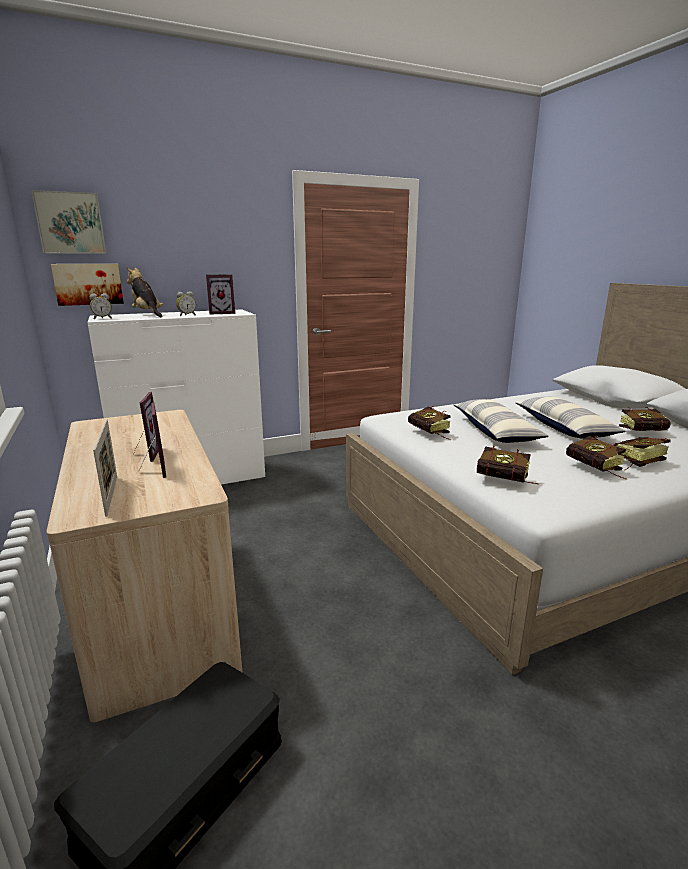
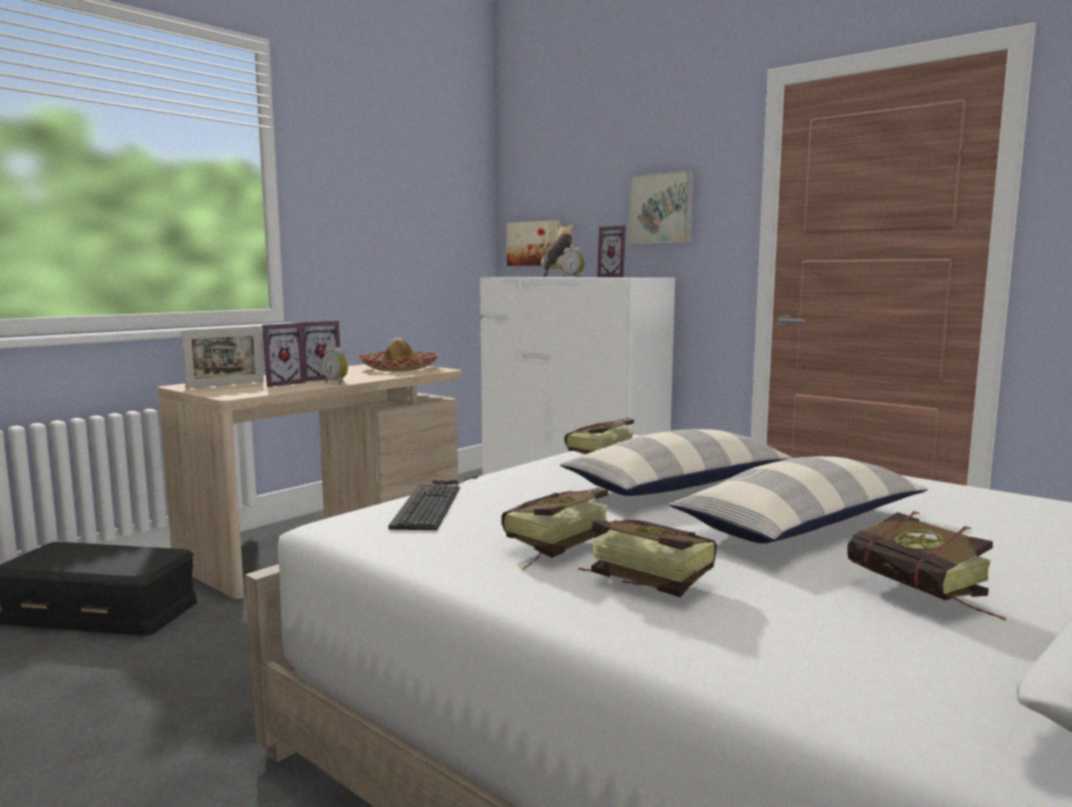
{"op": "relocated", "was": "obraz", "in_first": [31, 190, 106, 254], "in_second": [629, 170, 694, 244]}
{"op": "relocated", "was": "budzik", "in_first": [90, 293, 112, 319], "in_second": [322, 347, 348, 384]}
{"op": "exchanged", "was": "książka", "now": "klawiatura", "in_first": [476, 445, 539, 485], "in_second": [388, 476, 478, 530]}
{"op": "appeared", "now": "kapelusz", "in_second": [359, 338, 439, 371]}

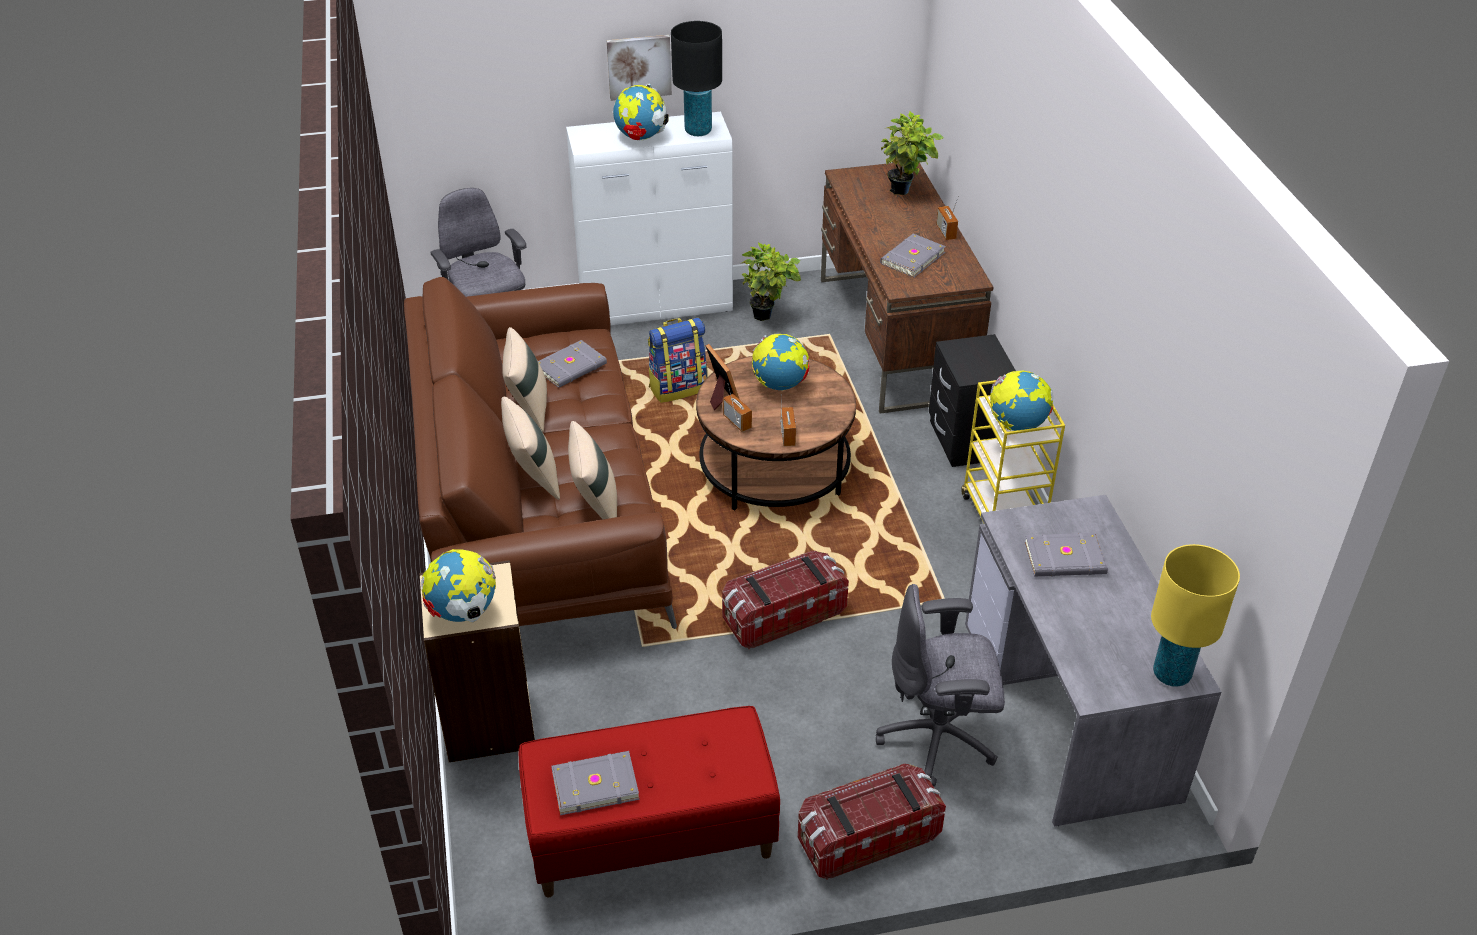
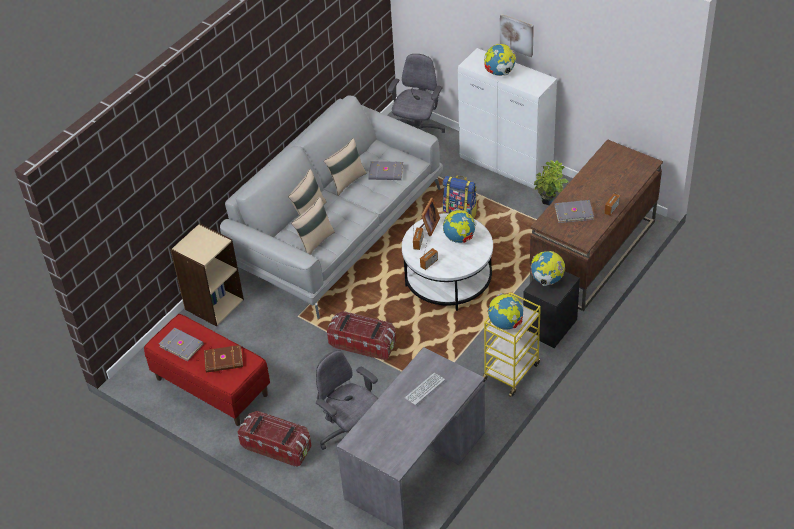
{"op": "colour", "was": "kanapa [brązowy]", "now": "kanapa [szary]", "in_first": [404, 277, 677, 629], "in_second": [220, 95, 443, 319]}
{"op": "relocated", "was": "globus", "in_first": [421, 549, 496, 622], "in_second": [530, 251, 565, 286]}
{"op": "missing", "was": "lampa stołowa [czarny]", "in_first": [671, 21, 722, 136]}
{"op": "colour", "was": "ława [brązowy]", "now": "ława [biały]", "in_first": [696, 356, 856, 510], "in_second": [402, 213, 493, 311]}
{"op": "missing", "was": "roślina doniczkowa", "in_first": [881, 112, 944, 195]}
{"op": "exchanged", "was": "książka [szary]", "now": "klawiatura", "in_first": [1025, 533, 1108, 577], "in_second": [405, 373, 445, 405]}
{"op": "missing", "was": "lampa stołowa [żółty]", "in_first": [1151, 544, 1240, 687]}
{"op": "appeared", "now": "książka [brązowy]", "in_second": [204, 345, 243, 373]}

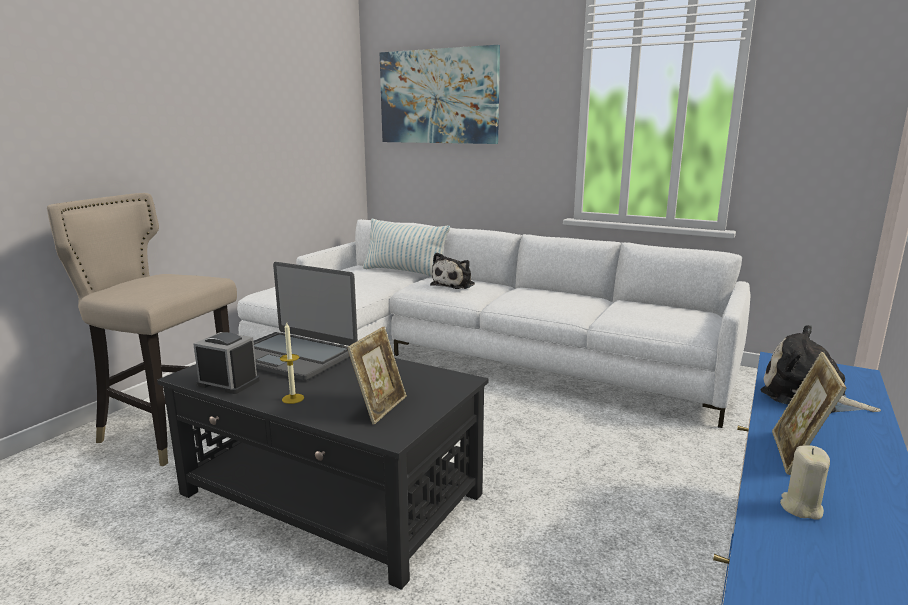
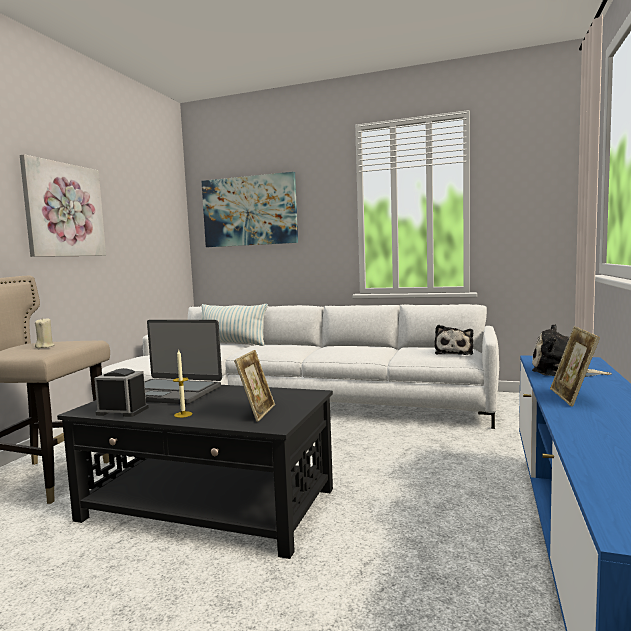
{"op": "relocated", "was": "pluszak", "in_first": [430, 252, 475, 289], "in_second": [434, 325, 473, 355]}
{"op": "relocated", "was": "świeca [beżowy]", "in_first": [780, 445, 830, 520], "in_second": [35, 318, 54, 348]}
{"op": "appeared", "now": "obraz", "in_second": [20, 154, 106, 257]}

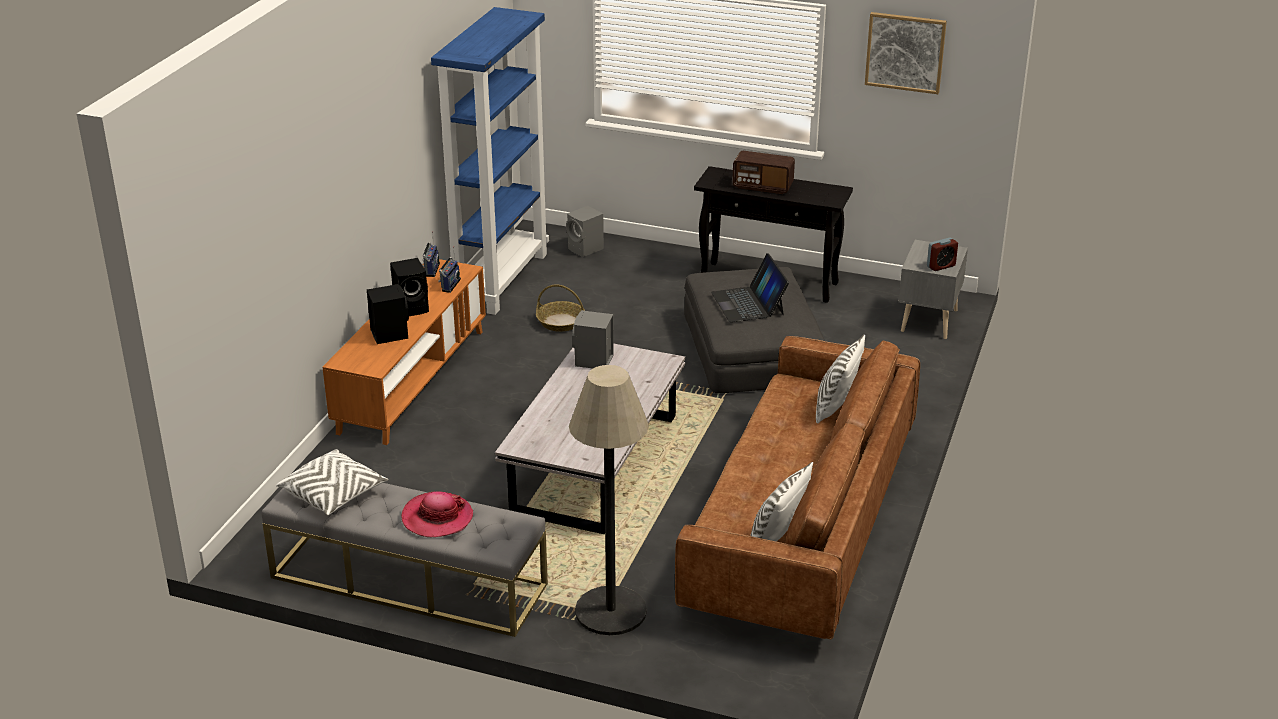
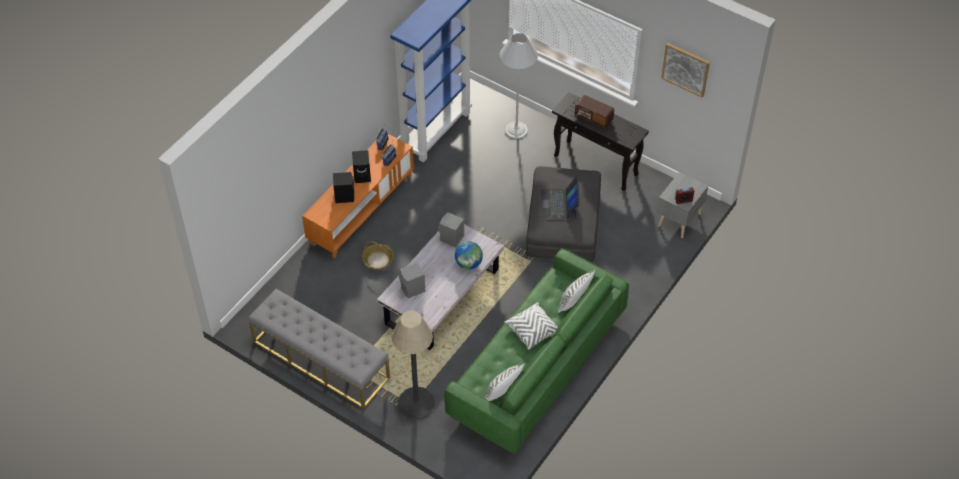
{"op": "relocated", "was": "poduszka [biały]", "in_first": [276, 449, 388, 515], "in_second": [504, 302, 558, 350]}
{"op": "missing", "was": "kapelusz", "in_first": [401, 491, 473, 537]}
{"op": "relocated", "was": "koszyk", "in_first": [536, 284, 585, 332], "in_second": [362, 241, 394, 270]}
{"op": "relocated", "was": "głośnik [szary]", "in_first": [566, 206, 604, 257], "in_second": [399, 263, 425, 298]}
{"op": "colour", "was": "kanapa [brązowy]", "now": "kanapa [zielony]", "in_first": [675, 336, 920, 639], "in_second": [444, 248, 629, 453]}
{"op": "appeared", "now": "globus", "in_second": [455, 241, 483, 270]}
{"op": "appeared", "now": "lampa stojąca [biały]", "in_second": [500, 33, 538, 139]}

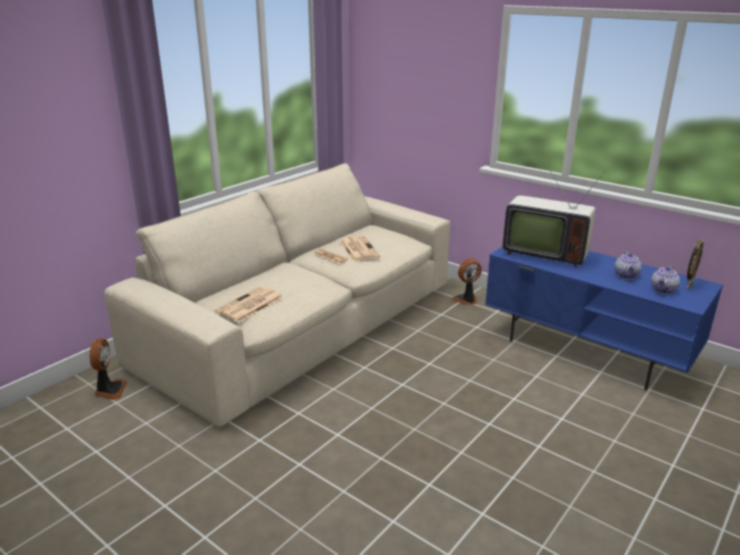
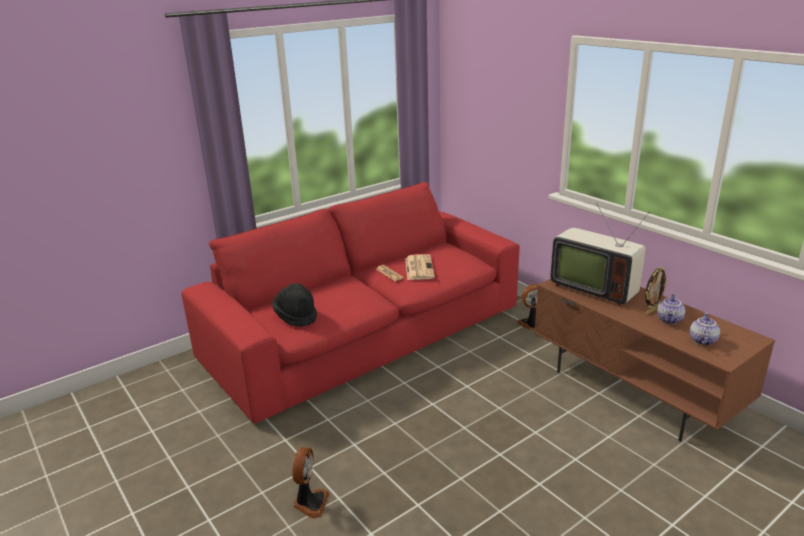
{"op": "relocated", "was": "wentylator", "in_first": [89, 339, 127, 400], "in_second": [292, 447, 329, 518]}
{"op": "colour", "was": "kanapa [beżowy]", "now": "kanapa [czerwony]", "in_first": [104, 163, 450, 427], "in_second": [181, 182, 519, 423]}
{"op": "exchanged", "was": "gazeta", "now": "kapelusz [czarny]", "in_first": [215, 286, 284, 323], "in_second": [272, 283, 317, 327]}
{"op": "colour", "was": "szafka pod telewizor [niebieski]", "now": "szafka pod telewizor [brązowy]", "in_first": [485, 246, 723, 390], "in_second": [534, 279, 775, 442]}
{"op": "spun", "was": "imbryk", "in_first": [651, 266, 680, 294], "in_second": [690, 313, 720, 345], "clockwise": 150}
{"op": "relocated", "was": "ramka na zdjęcie", "in_first": [687, 239, 704, 289], "in_second": [645, 267, 667, 315]}

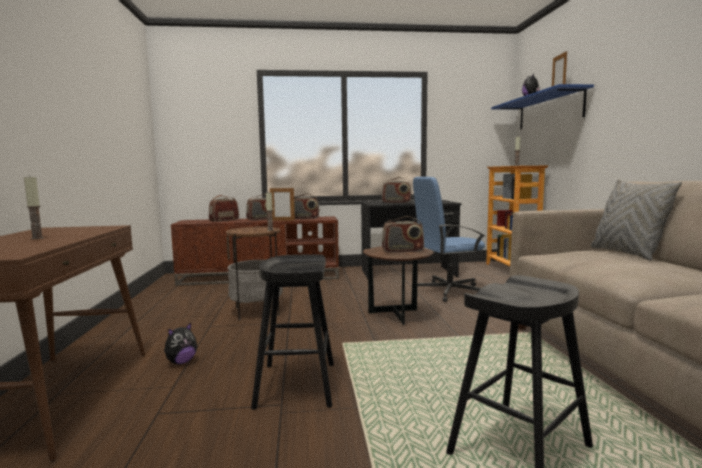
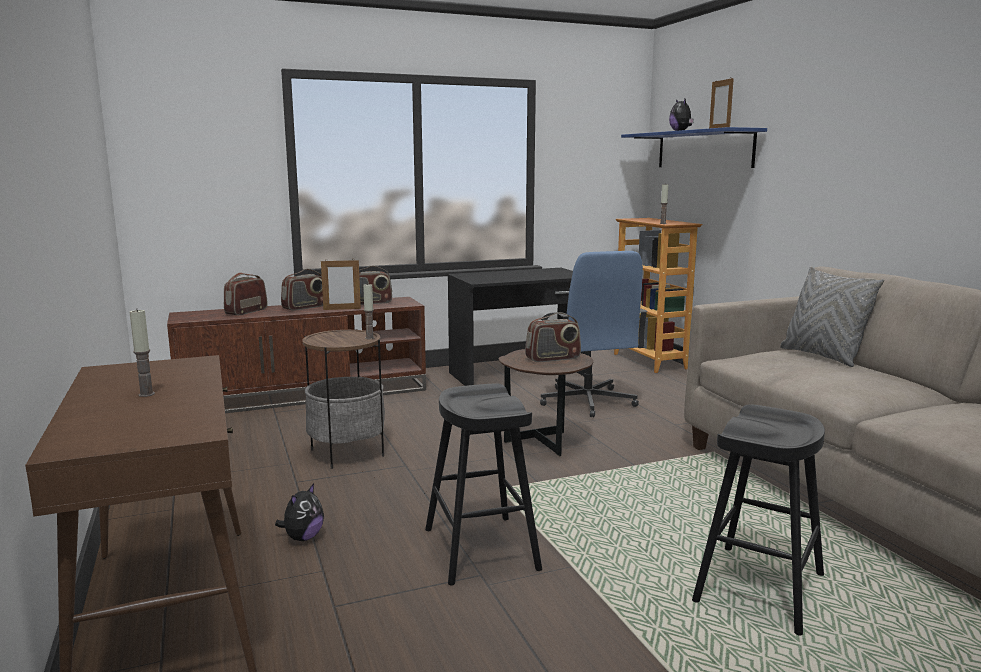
{"op": "missing", "was": "radio", "in_first": [382, 177, 412, 203]}
{"op": "spun", "was": "krzesło biurowe [niebieski]", "in_first": [413, 177, 485, 302], "in_second": [540, 251, 648, 417], "clockwise": -75}

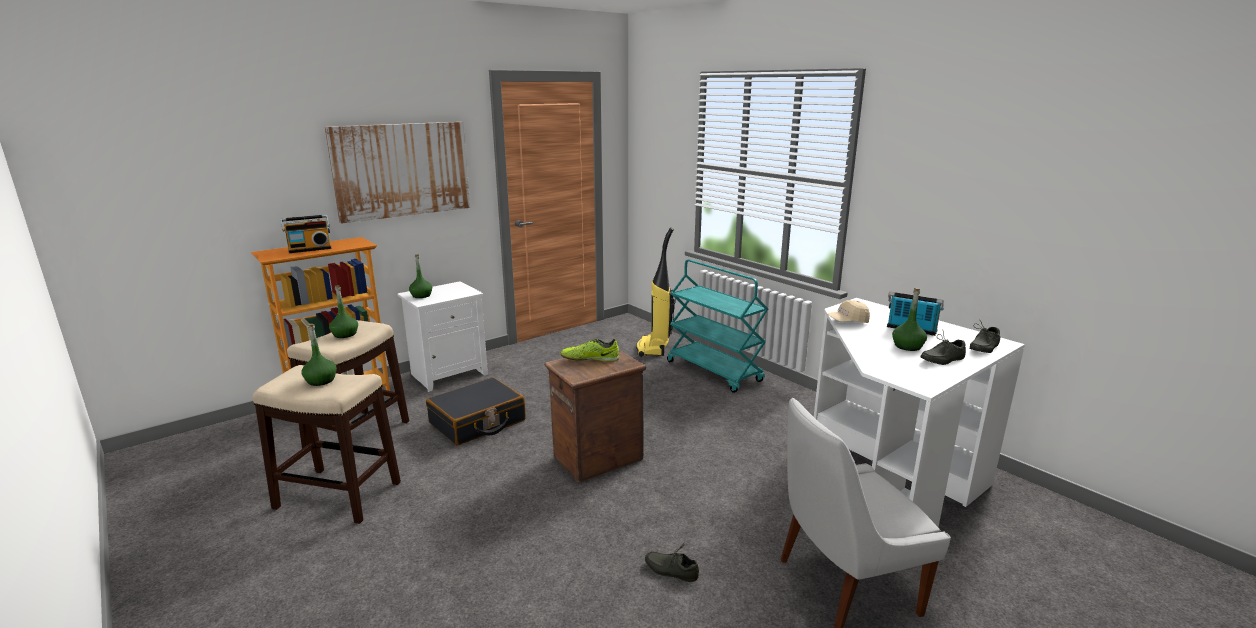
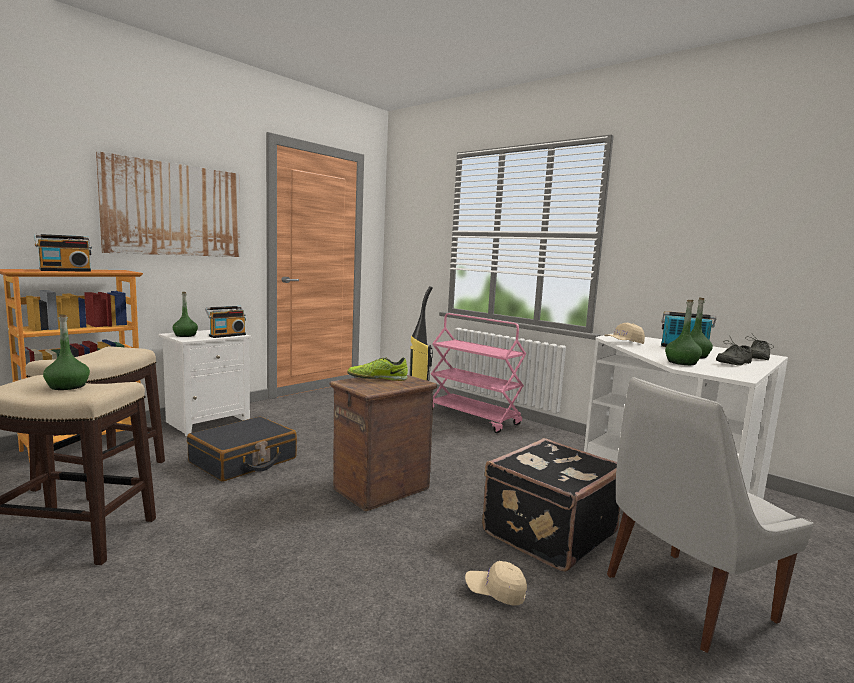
{"op": "relocated", "was": "butelka [zielony]", "in_first": [329, 286, 358, 338], "in_second": [665, 300, 702, 365]}
{"op": "exchanged", "was": "but [szary]", "now": "czapka z daszkiem [beżowy]", "in_first": [645, 542, 699, 582], "in_second": [465, 561, 527, 605]}
{"op": "colour", "was": "wózek [turkusowy]", "now": "wózek [różowy]", "in_first": [667, 259, 768, 393], "in_second": [431, 313, 526, 433]}
{"op": "appeared", "now": "radio", "in_second": [205, 306, 246, 338]}
{"op": "appeared", "now": "walizka [czarny]", "in_second": [482, 438, 620, 572]}

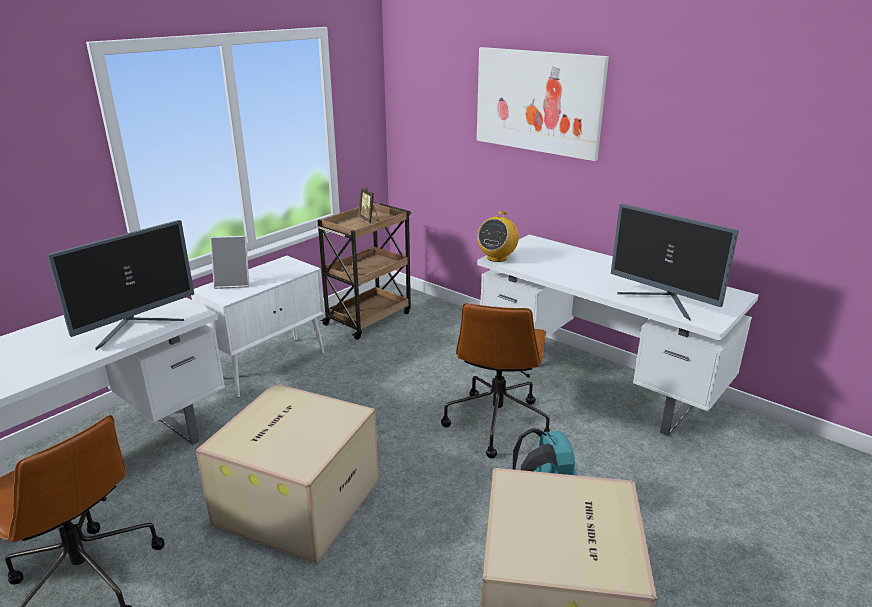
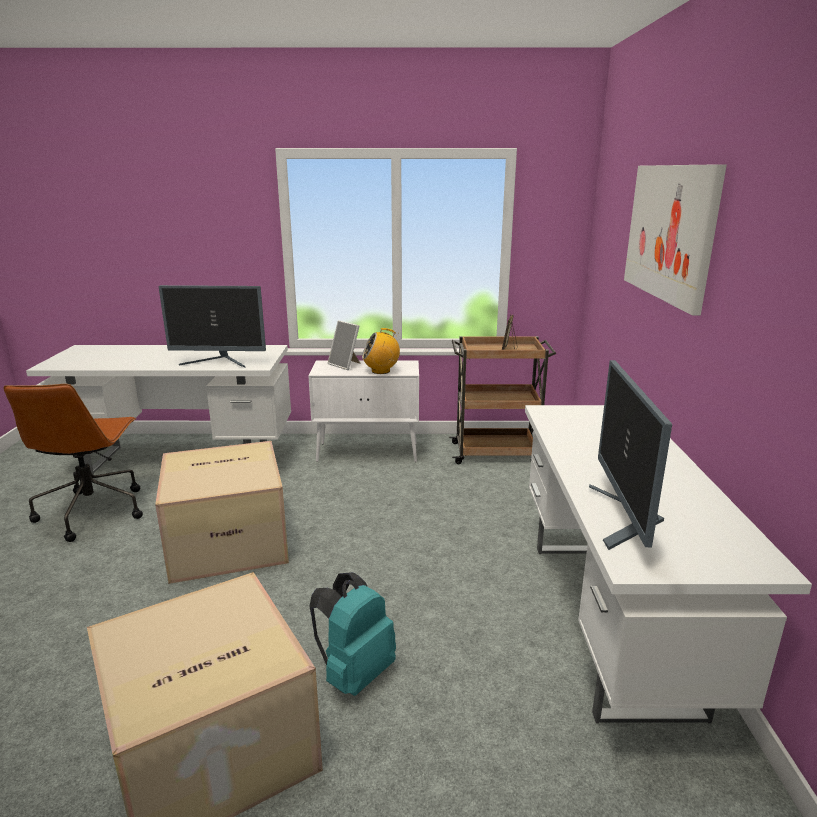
{"op": "missing", "was": "krzesło biurowe [brązowy]", "in_first": [441, 303, 550, 459]}
{"op": "relocated", "was": "radio", "in_first": [477, 211, 519, 262], "in_second": [362, 328, 400, 374]}

